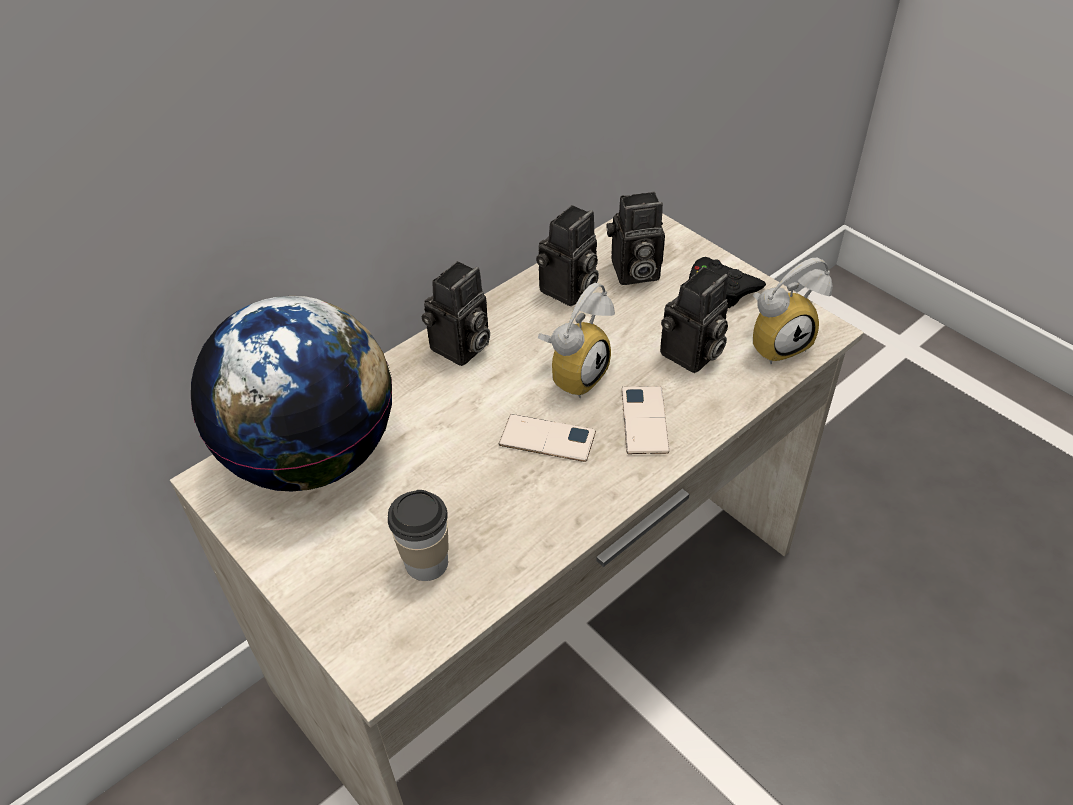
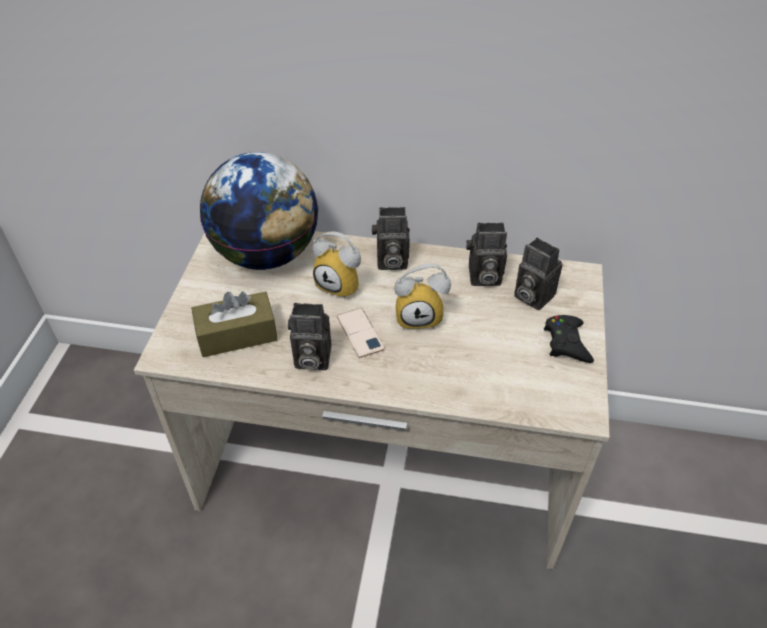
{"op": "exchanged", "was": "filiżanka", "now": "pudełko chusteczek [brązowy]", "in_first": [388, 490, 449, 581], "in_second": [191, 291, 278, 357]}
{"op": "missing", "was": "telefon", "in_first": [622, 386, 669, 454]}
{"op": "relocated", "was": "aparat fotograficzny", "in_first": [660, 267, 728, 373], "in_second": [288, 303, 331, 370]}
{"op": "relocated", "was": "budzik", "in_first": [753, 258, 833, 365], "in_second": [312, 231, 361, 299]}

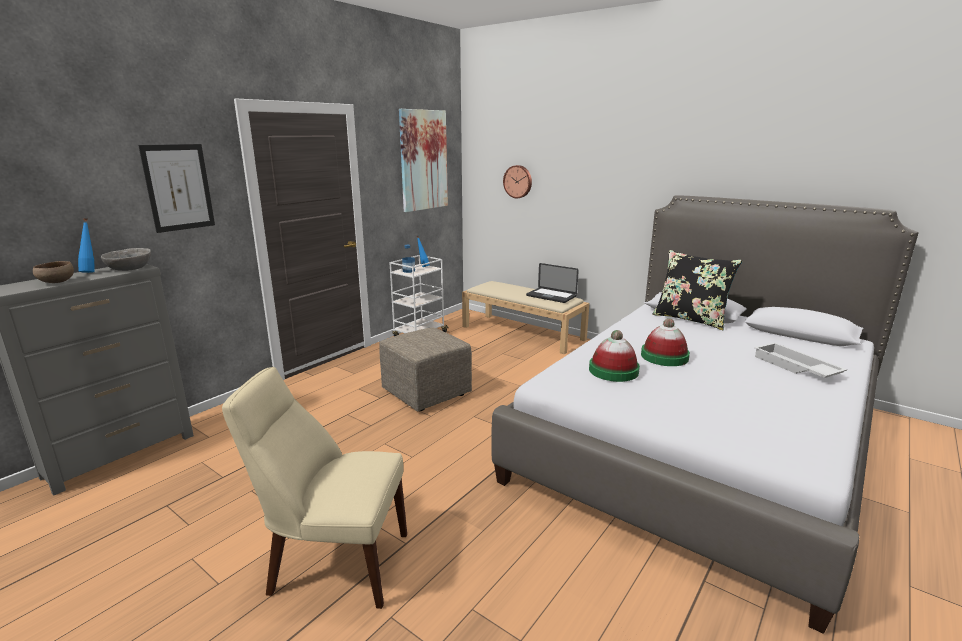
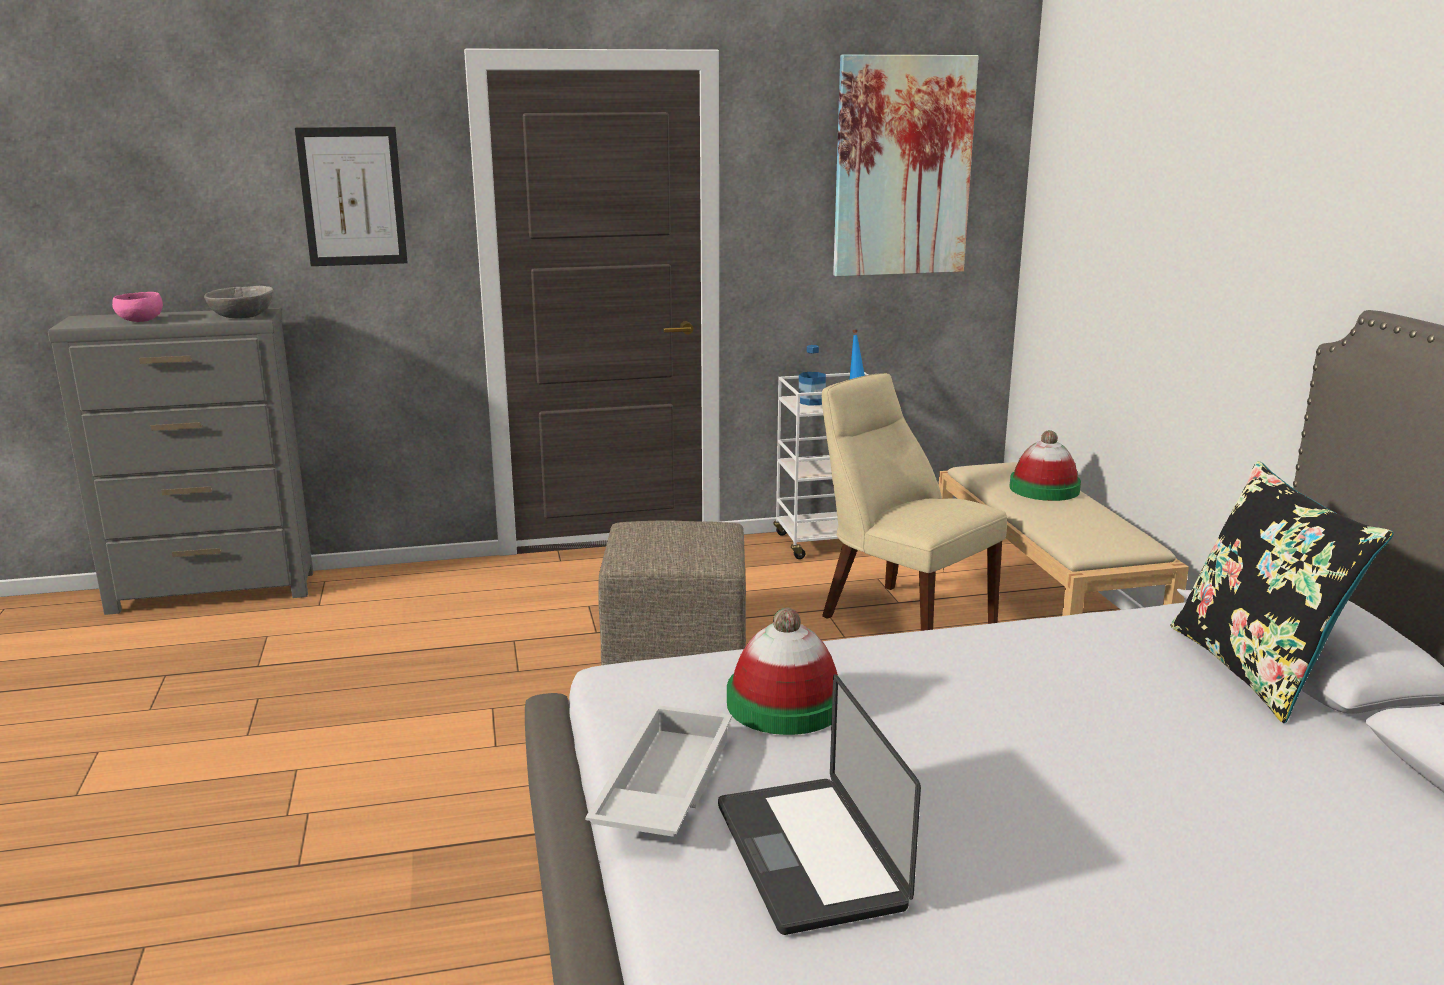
{"op": "colour", "was": "miska [brązowy]", "now": "miska [różowy]", "in_first": [33, 261, 74, 283], "in_second": [112, 292, 163, 322]}
{"op": "missing", "was": "butelka [niebieski]", "in_first": [78, 218, 95, 273]}
{"op": "relocated", "was": "krzesło [beżowy]", "in_first": [222, 367, 407, 609], "in_second": [822, 373, 1007, 631]}
{"op": "missing", "was": "zegar ścienny", "in_first": [503, 165, 532, 198]}
{"op": "relocated", "was": "laptop", "in_first": [526, 263, 579, 303], "in_second": [718, 674, 921, 935]}
{"op": "relocated", "was": "kapelusz", "in_first": [641, 318, 690, 366], "in_second": [1009, 430, 1081, 501]}
{"op": "relocated", "was": "taca [biały]", "in_first": [754, 342, 847, 378], "in_second": [585, 705, 732, 837]}

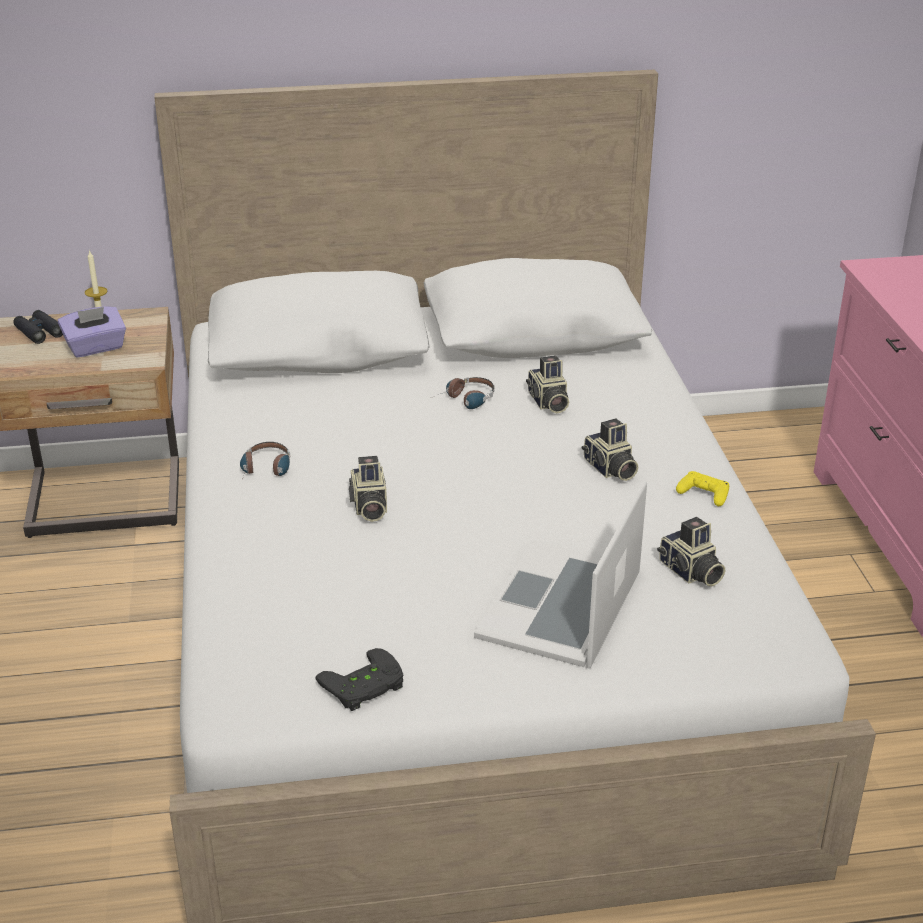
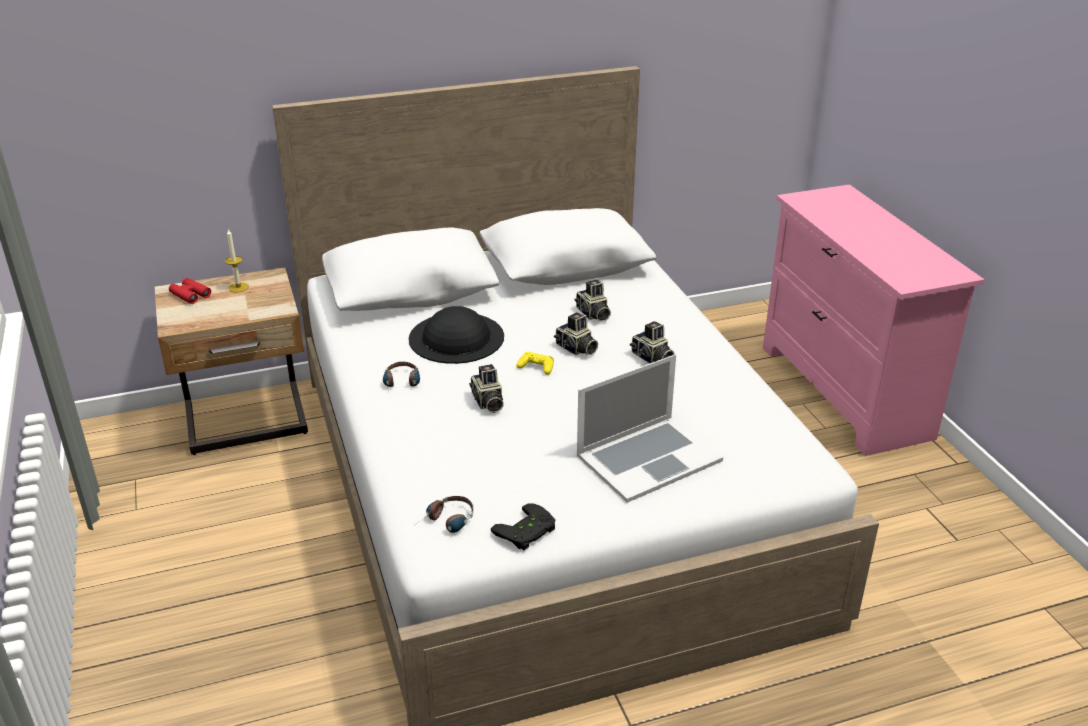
{"op": "colour", "was": "lornetka [czarny]", "now": "lornetka [czerwony]", "in_first": [13, 310, 63, 344], "in_second": [169, 278, 211, 304]}
{"op": "missing", "was": "pudełko chusteczek [fioletowy]", "in_first": [58, 306, 126, 358]}
{"op": "relocated", "was": "słuchawki", "in_first": [431, 377, 495, 409], "in_second": [416, 496, 474, 533]}
{"op": "spun", "was": "laptop", "in_first": [474, 480, 647, 668], "in_second": [577, 354, 723, 503], "clockwise": -135}
{"op": "relocated", "was": "aparat fotograficzny", "in_first": [657, 517, 725, 586], "in_second": [554, 312, 598, 355]}
{"op": "relocated", "was": "pad do gier [żółty]", "in_first": [676, 471, 729, 506], "in_second": [517, 352, 554, 375]}
{"op": "appeared", "now": "kapelusz [czarny]", "in_second": [409, 306, 504, 364]}

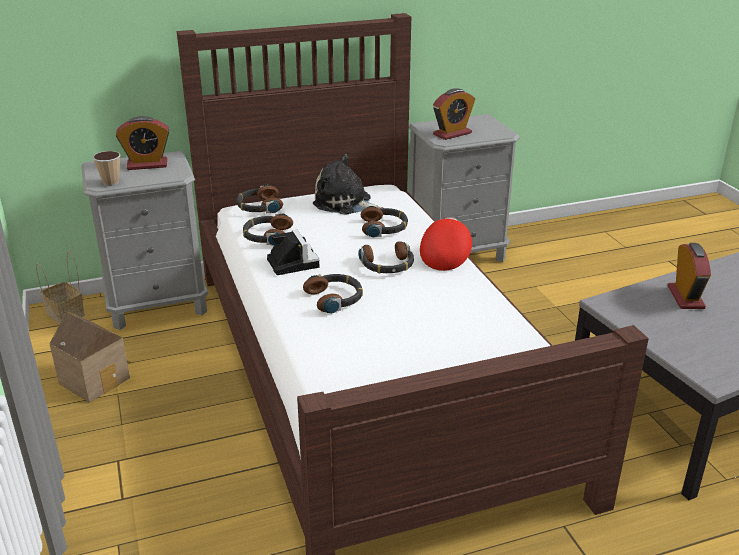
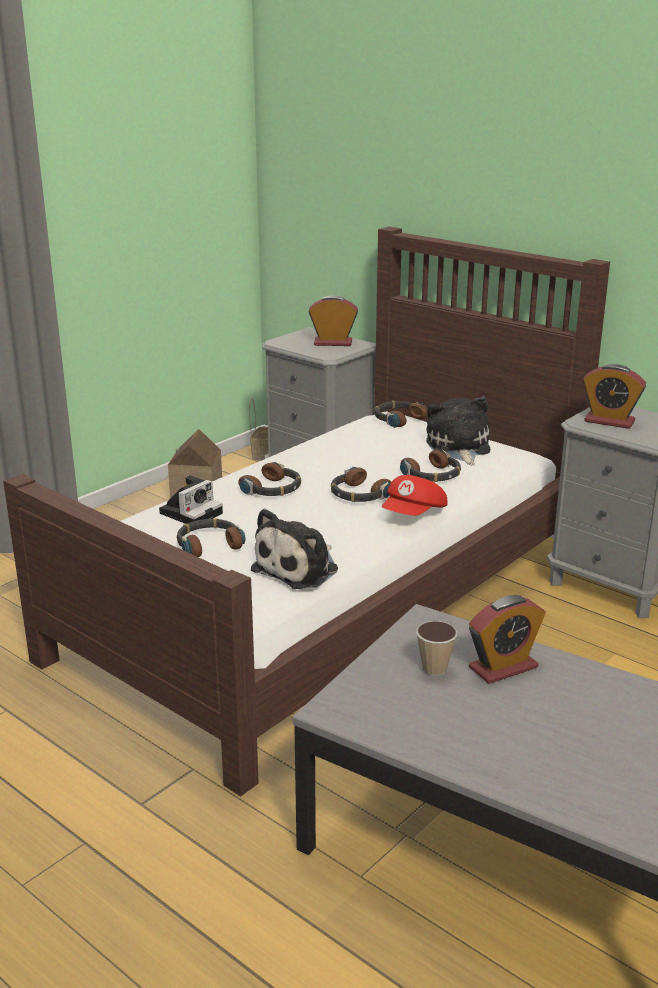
{"op": "relocated", "was": "filiżanka", "in_first": [93, 151, 120, 186], "in_second": [416, 621, 457, 676]}
{"op": "spun", "was": "budzik", "in_first": [116, 116, 169, 170], "in_second": [309, 295, 358, 346], "clockwise": 135}
{"op": "relocated", "was": "słuchawki", "in_first": [243, 213, 293, 246], "in_second": [177, 518, 246, 557]}
{"op": "relocated", "was": "aparat fotograficzny", "in_first": [267, 230, 319, 275], "in_second": [159, 475, 223, 524]}
{"op": "spun", "was": "czapka z daszkiem [czerwony]", "in_first": [420, 217, 472, 271], "in_second": [382, 475, 448, 516], "clockwise": 135}
{"op": "appeared", "now": "pluszak", "in_second": [251, 508, 338, 589]}

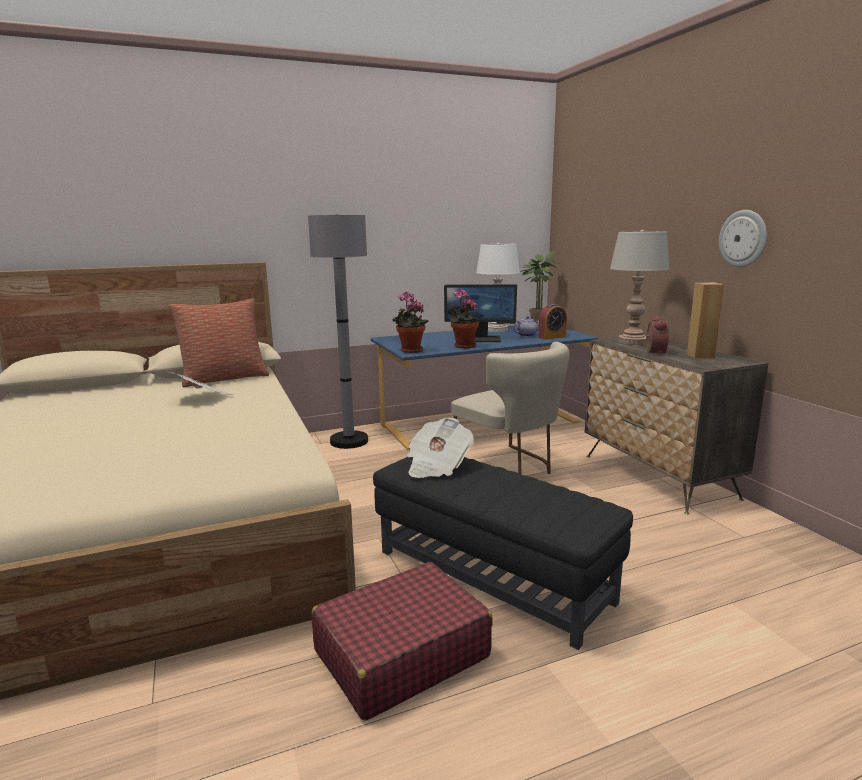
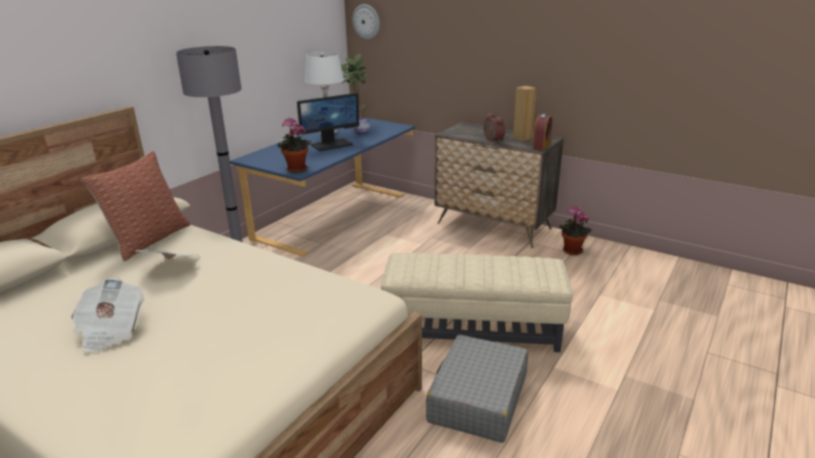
{"op": "colour", "was": "walizka [czerwony]", "now": "walizka [szary]", "in_first": [311, 562, 493, 721], "in_second": [426, 334, 528, 443]}
{"op": "colour", "was": "pufa [czarny]", "now": "pufa [beżowy]", "in_first": [373, 457, 633, 650], "in_second": [381, 253, 573, 352]}
{"op": "relocated", "was": "gazeta", "in_first": [407, 417, 474, 478], "in_second": [71, 278, 144, 353]}
{"op": "relocated", "was": "roślina doniczkowa", "in_first": [446, 289, 479, 348], "in_second": [559, 206, 592, 255]}
{"op": "missing", "was": "krzesło [beżowy]", "in_first": [451, 342, 569, 475]}
{"op": "relocated", "was": "budzik", "in_first": [538, 304, 567, 340], "in_second": [533, 113, 552, 151]}
{"op": "missing", "was": "lampa stołowa [szary]", "in_first": [610, 230, 669, 345]}
{"op": "relocated", "was": "zegar ścienny", "in_first": [719, 210, 767, 267], "in_second": [352, 4, 379, 39]}

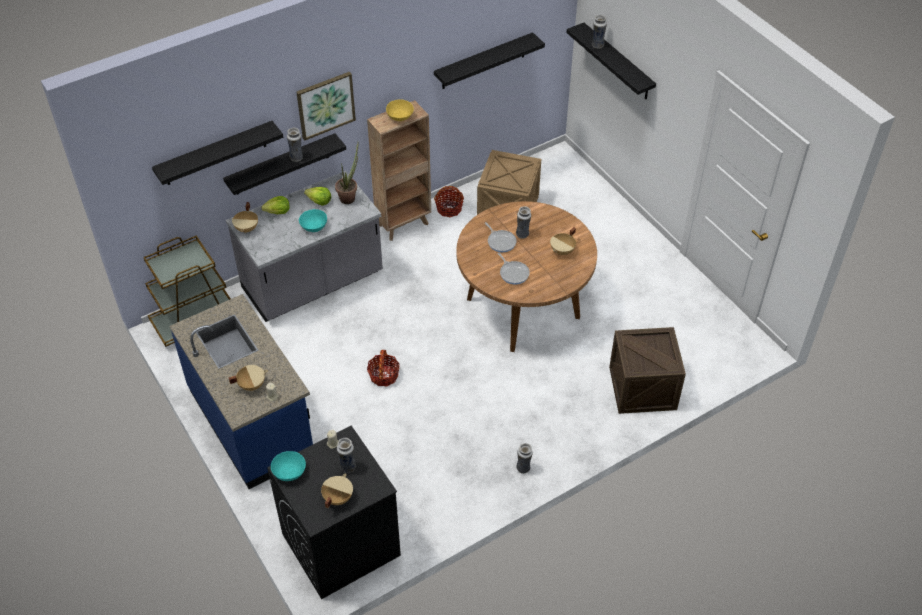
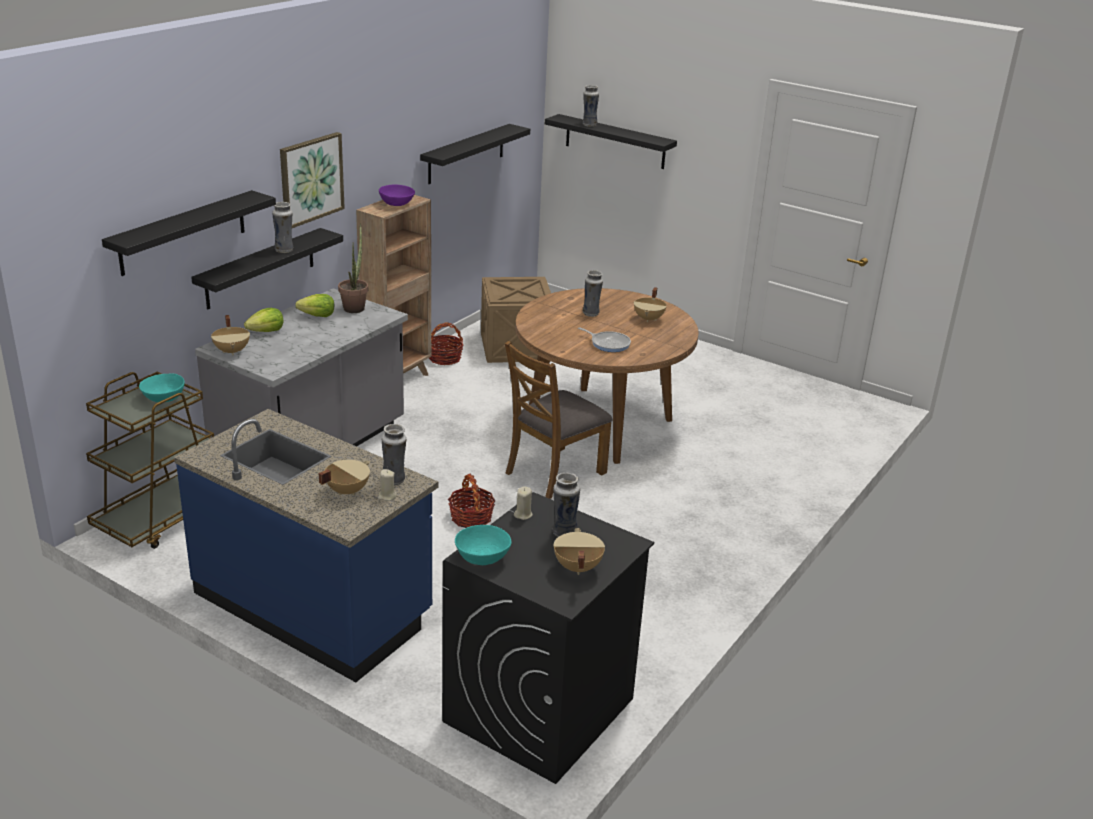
{"op": "relocated", "was": "miska [turkusowy]", "in_first": [299, 209, 327, 232], "in_second": [139, 373, 185, 402]}
{"op": "colour", "was": "miska [żółty]", "now": "miska [fioletowy]", "in_first": [386, 99, 414, 121], "in_second": [379, 185, 415, 206]}
{"op": "missing", "was": "patelnia", "in_first": [485, 222, 517, 252]}
{"op": "relocated", "was": "wazon", "in_first": [516, 443, 533, 474], "in_second": [382, 424, 406, 485]}
{"op": "missing", "was": "skrzynka", "in_first": [609, 327, 686, 414]}
{"op": "appeared", "now": "krzesło [brązowy]", "in_second": [505, 341, 612, 499]}

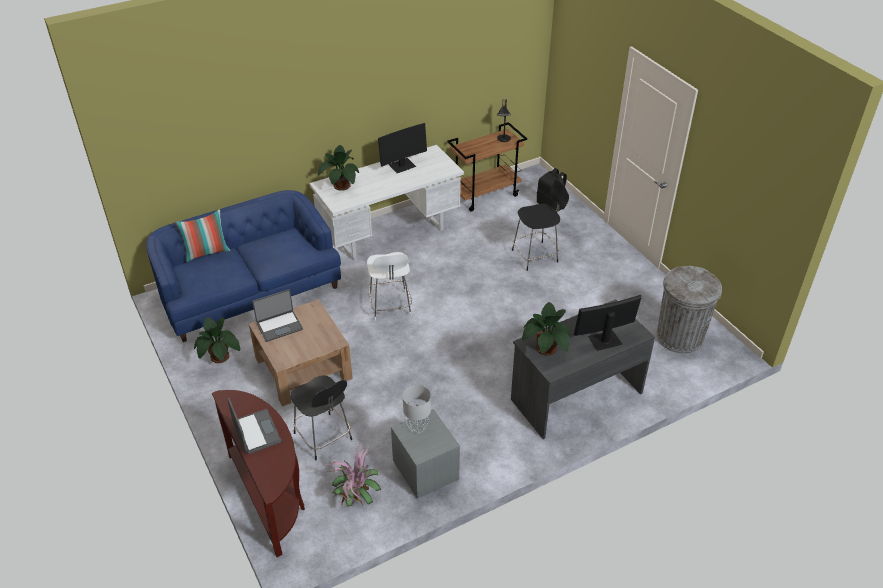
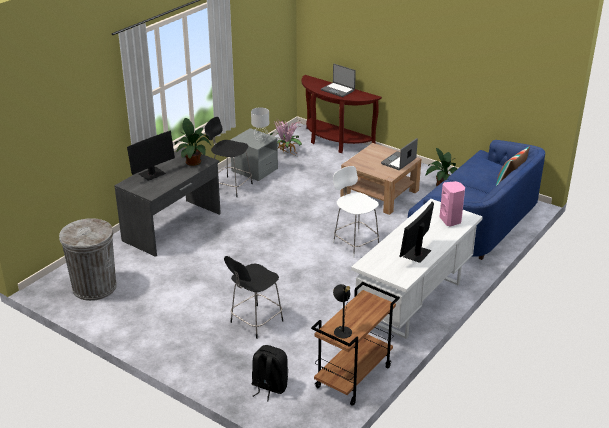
{"op": "relocated", "was": "krzesło [czarny]", "in_first": [290, 375, 352, 460], "in_second": [205, 117, 253, 197]}
{"op": "exchanged", "was": "roślina doniczkowa", "now": "głośnik [różowy]", "in_first": [318, 145, 359, 191], "in_second": [440, 181, 465, 227]}

